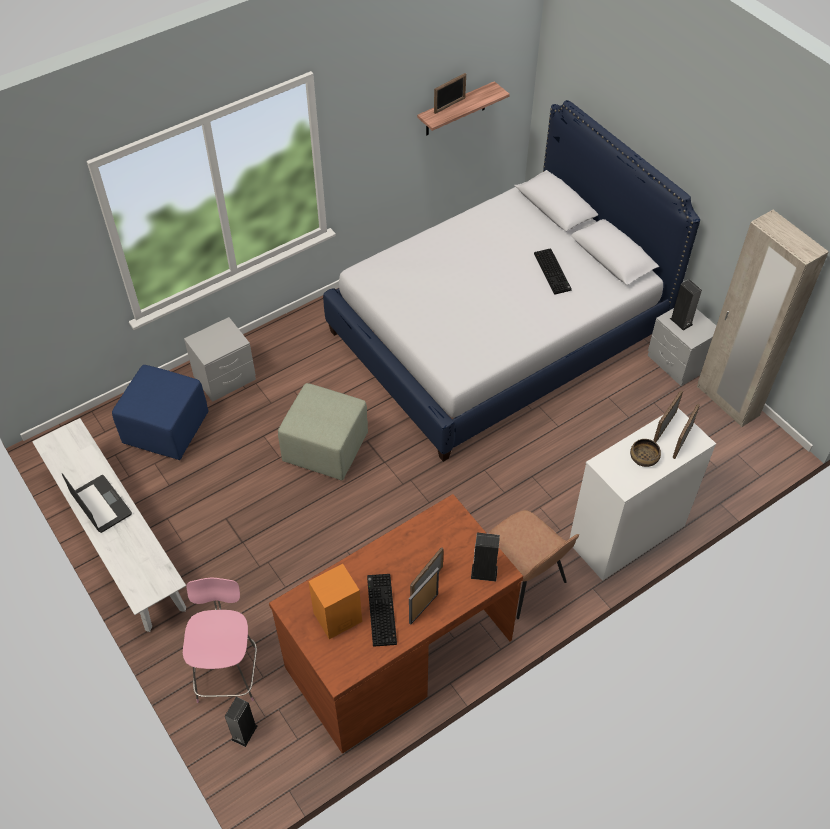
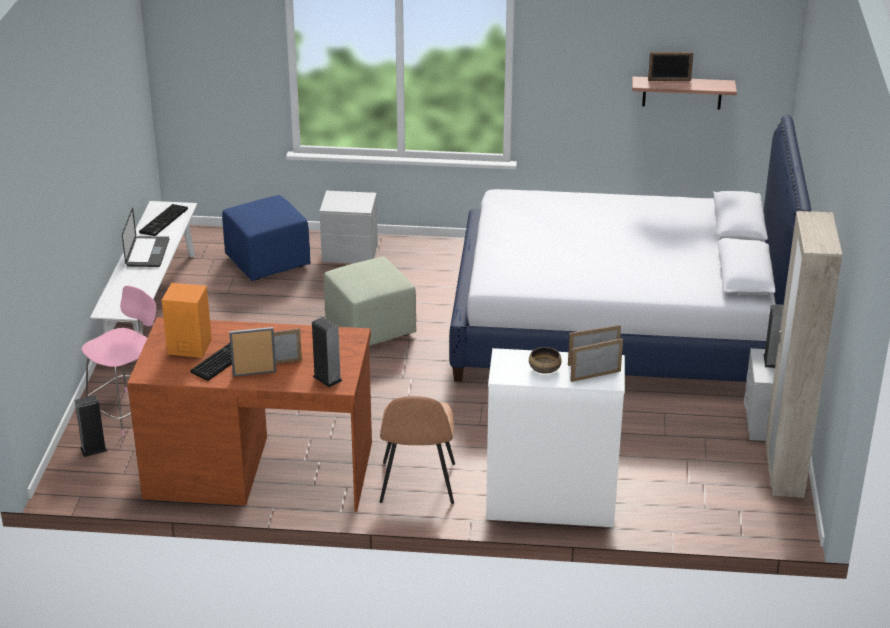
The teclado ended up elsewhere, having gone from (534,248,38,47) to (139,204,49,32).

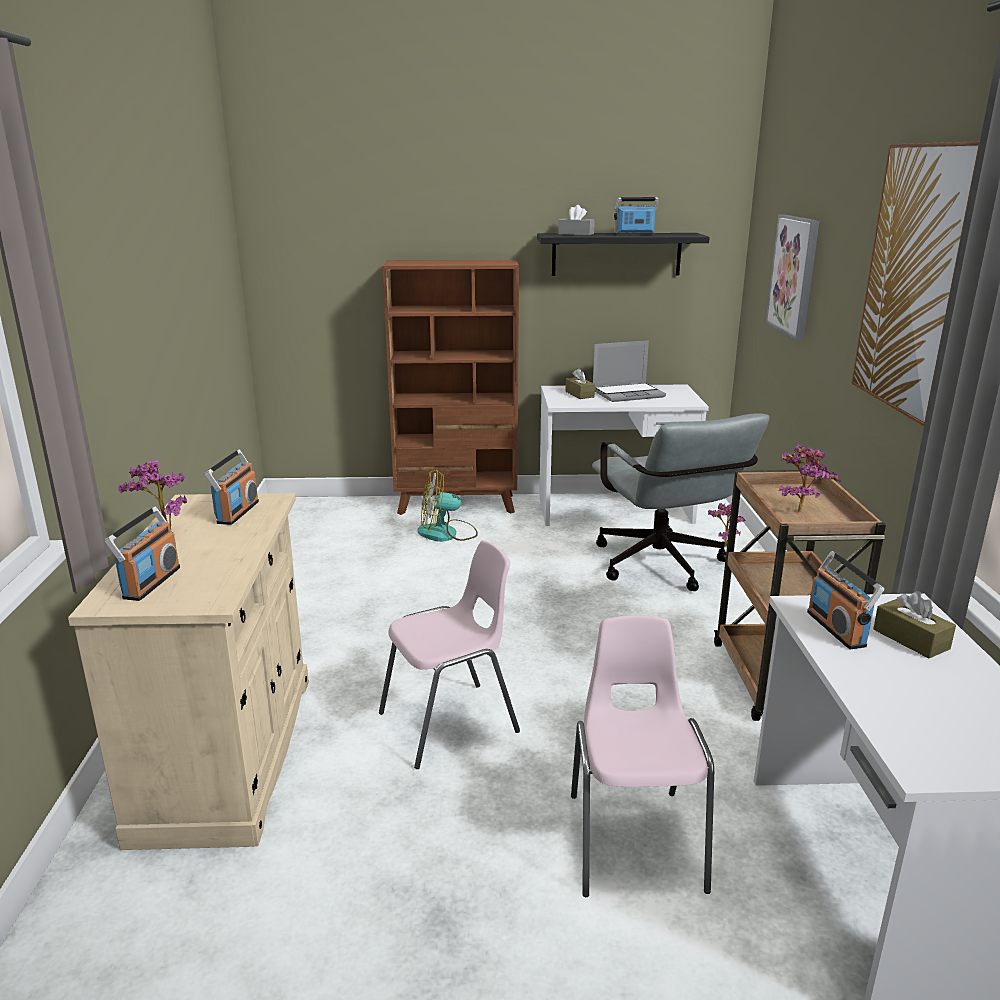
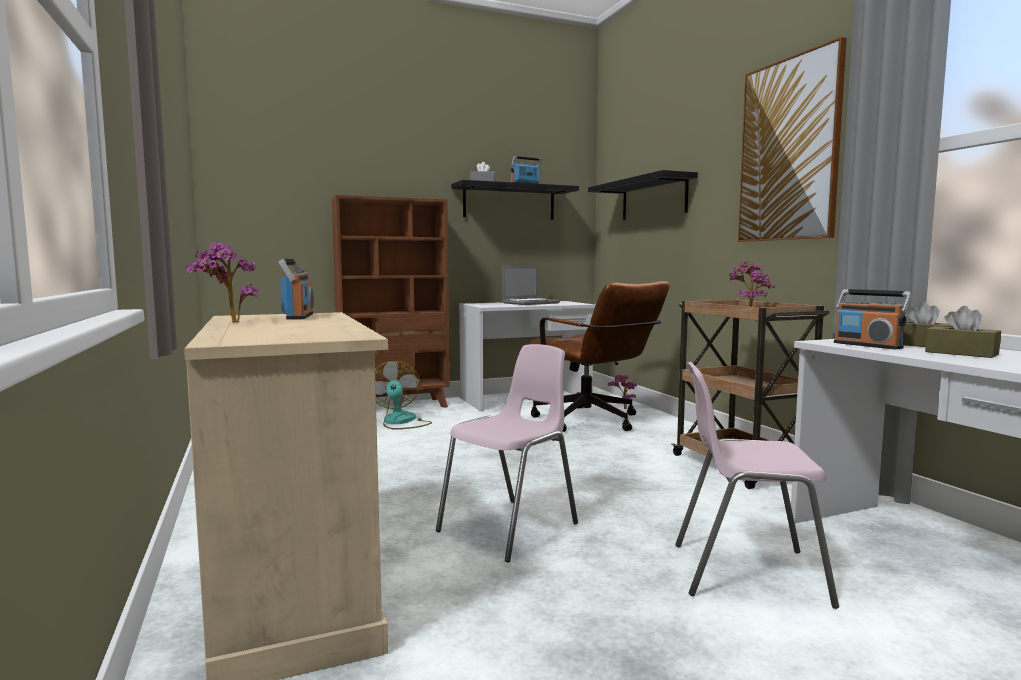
The ventilador at (417,470,61,72) ended up facing another way, 105 degrees clockwise from before.
What was the silla de oficina (gris) at (592,413,177,178) turned into the silla de oficina (marrón) at (526,281,144,151).
Where the cuadro hung at (766,215,54,125), the estante (negro) came to hang at (588,170,110,50).
The silla (rosa) at (571,615,143,282) ended up facing another way, 60 degrees counterclockwise from before.
The caja de pañuelos (marrón) ended up elsewhere, having gone from (565,368,30,31) to (925,306,76,52).
The second view lost the radio at (105,507,75,94).

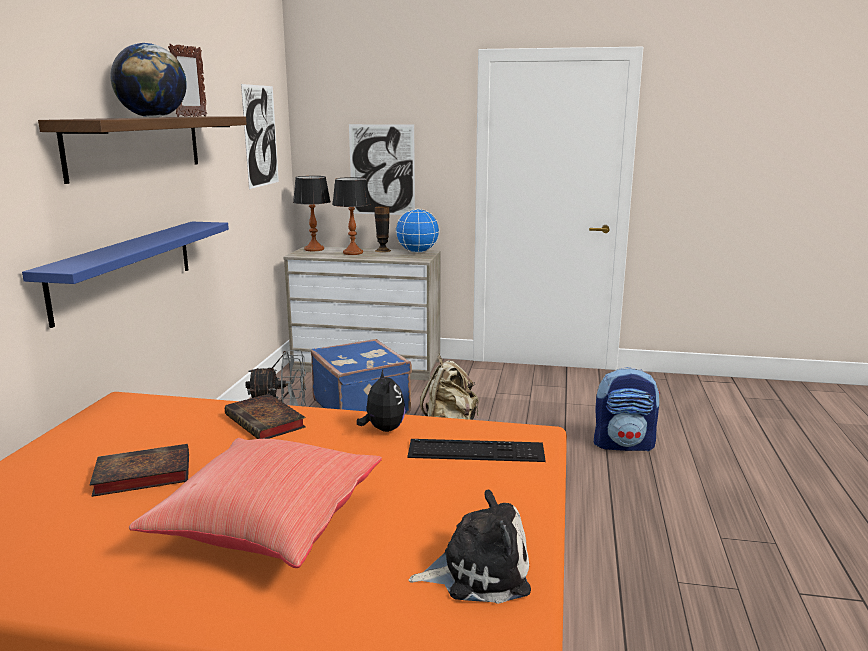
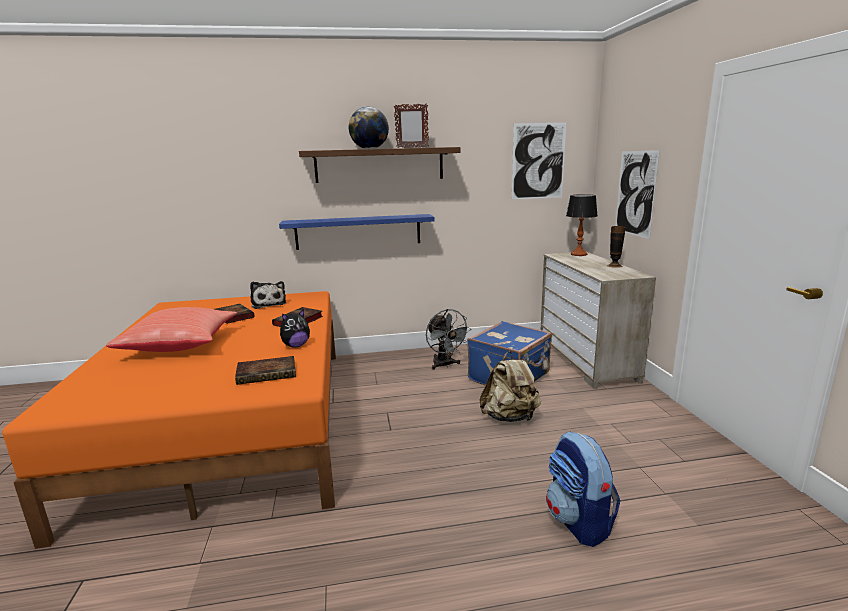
Where the teclado stood at (407,439,139,23), the libro came to stand at (235,356,61,29).
The peluche ended up elsewhere, having gone from (408,490,123,114) to (250,281,36,28).
The second view lost the lámpara de mesa at (332,177,38,78).
The second view lost the globo terráqueo at (396,209,44,44).

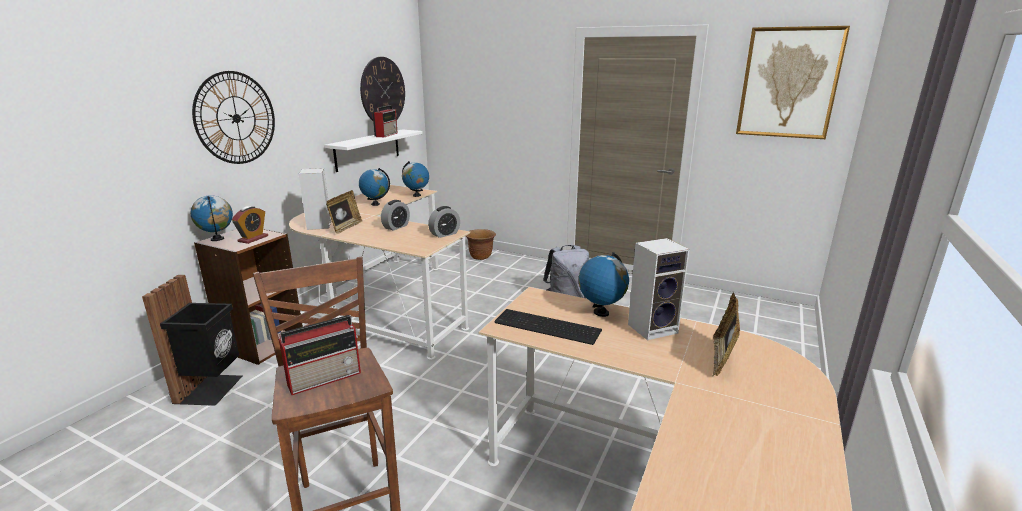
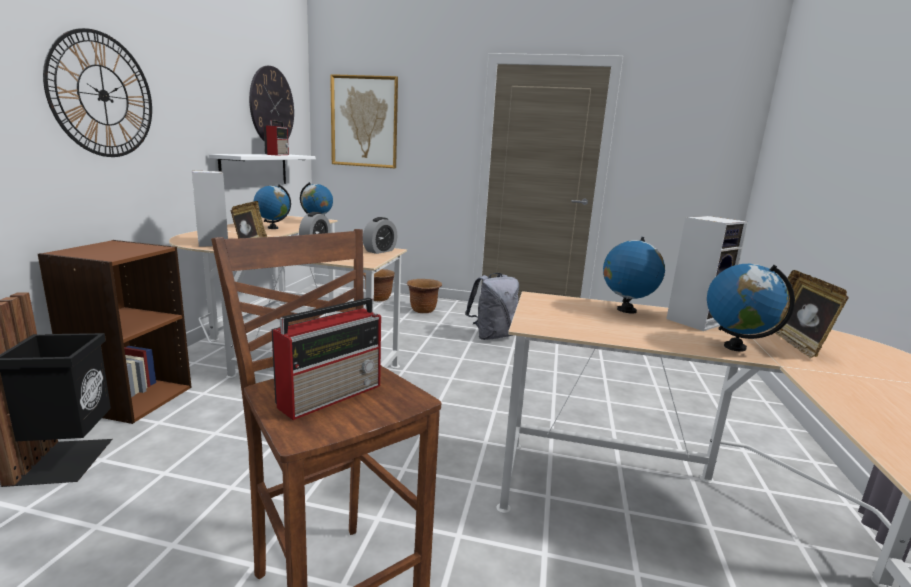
The cuadro ended up elsewhere, having gone from (736,26,114,113) to (330,74,68,94).
The second view gained the maceta (marrón) at (407,279,35,34).
The globo terráqueo ended up elsewhere, having gone from (191,195,42,46) to (707,264,88,88).
The second view lost the despertador at (232,206,36,38).
The second view lost the teclado at (495,309,107,36).

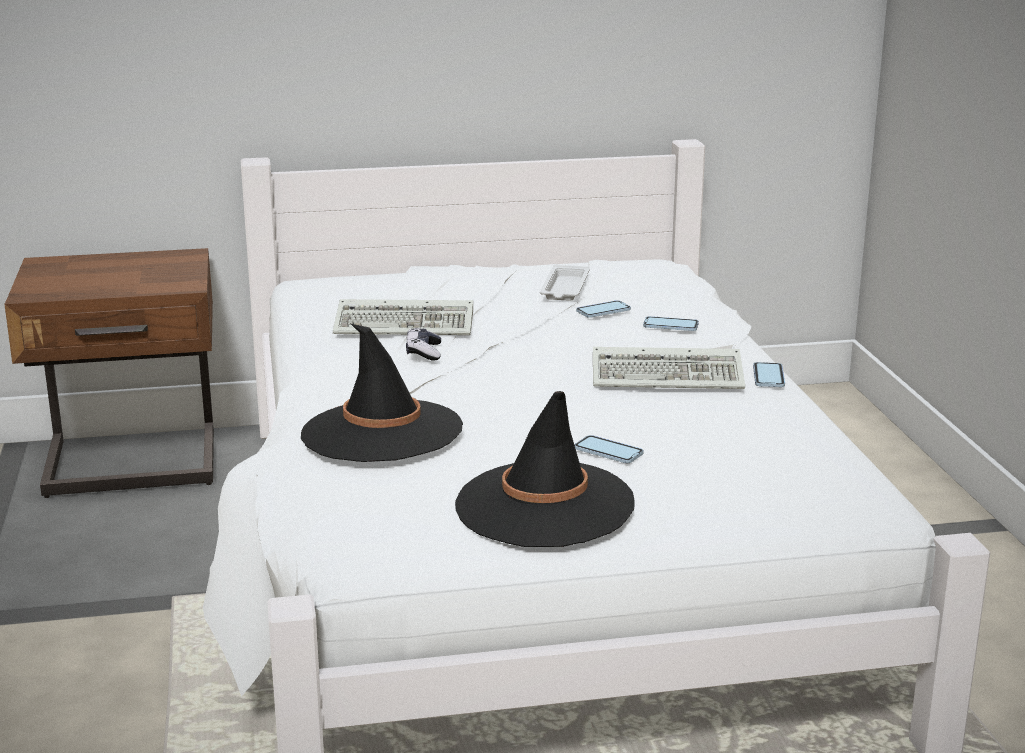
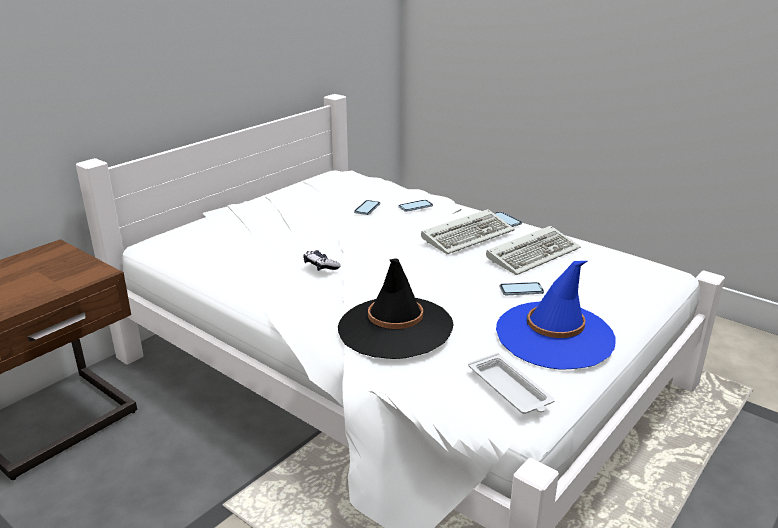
The bandeja (blanco) ended up elsewhere, having gone from (540,265,50,36) to (468,353,87,61).
The teclado ended up elsewhere, having gone from (333,299,140,36) to (486,226,95,49).
What was the sombrero (negro) at (455,391,179,156) turned into the sombrero (azul) at (496,261,120,109).

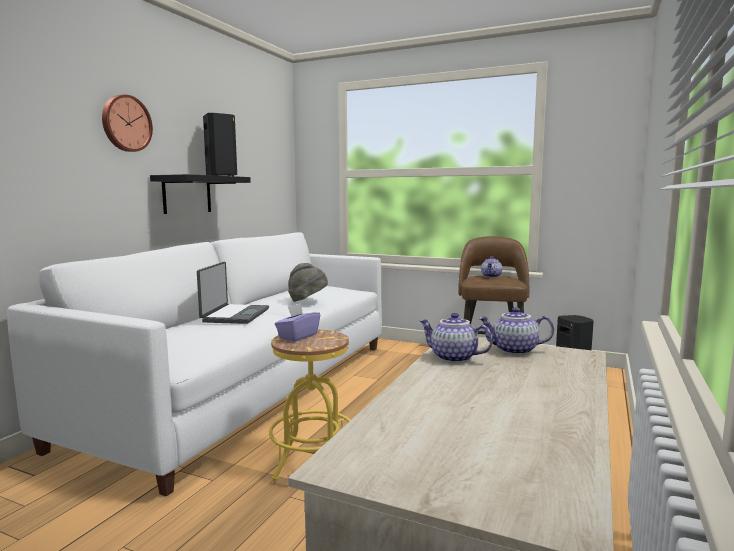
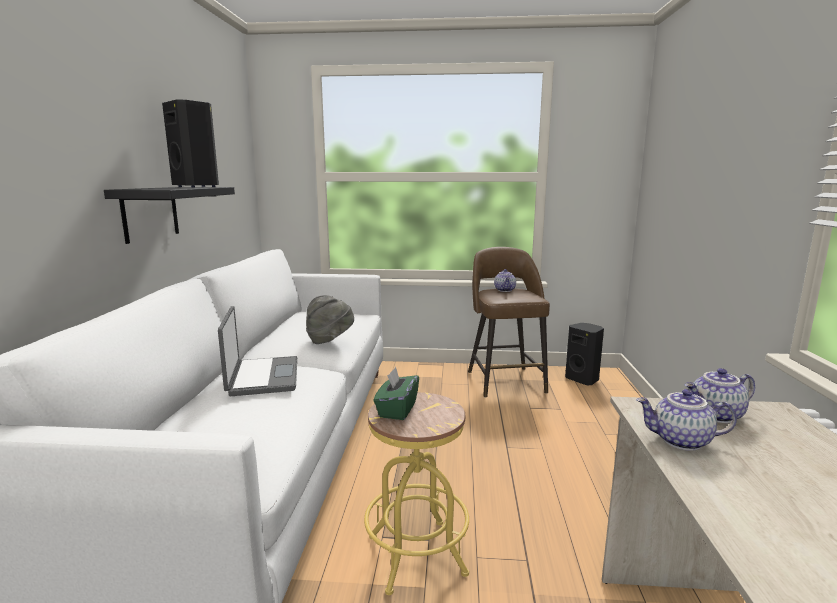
What was the caja de pañuelos (morado) at (275,303,45,39) turned into the caja de pañuelos (verde) at (373,367,46,53).
The second view lost the reloj de pared at (102,95,51,57).

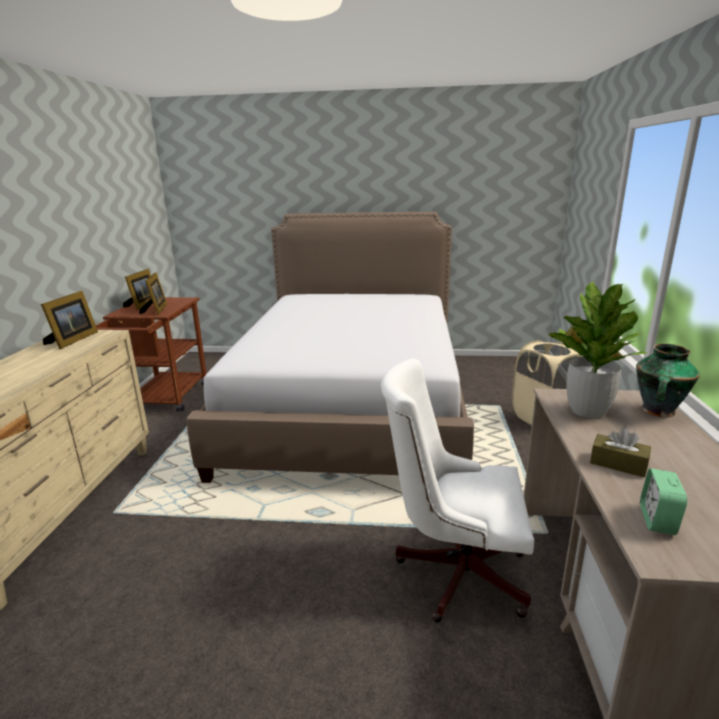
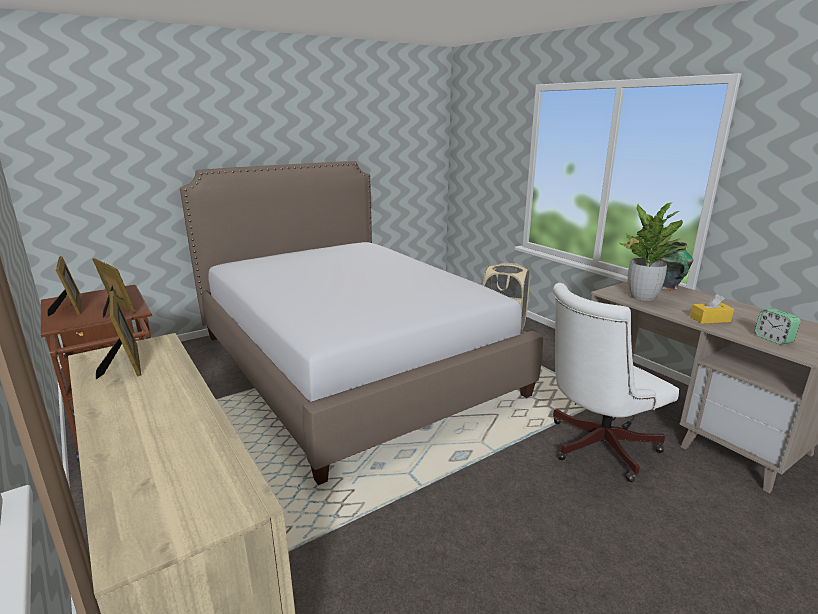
What was the caja de pañuelos (marrón) at (590,428,61,49) turned into the caja de pañuelos (amarillo) at (690,294,44,30).

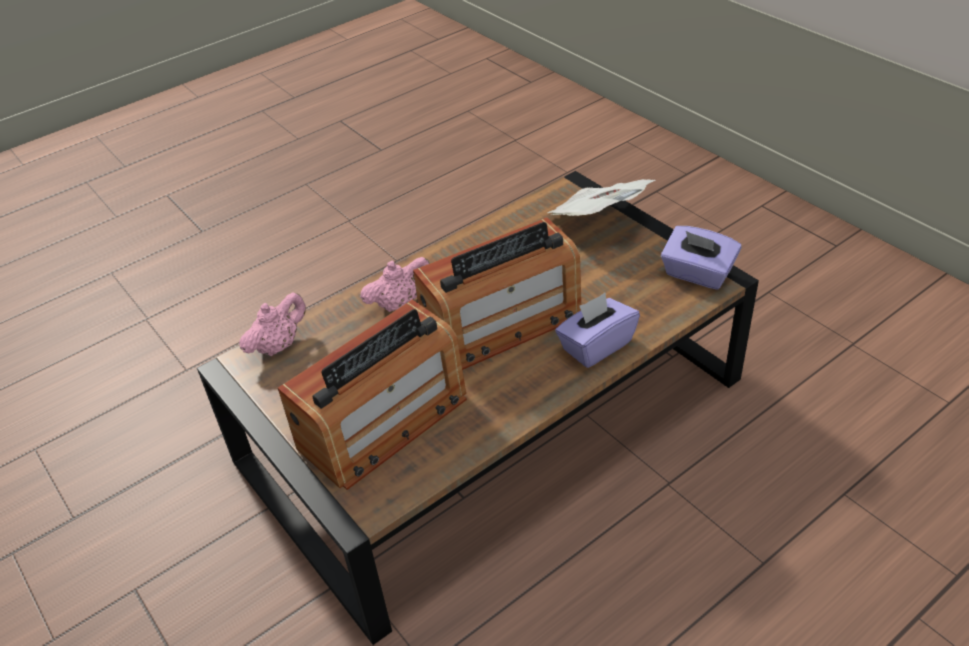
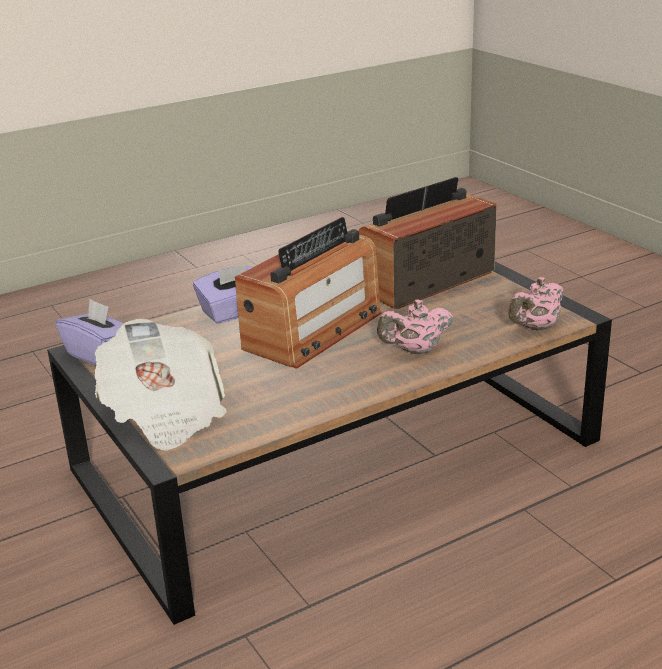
The radio at (413,217,168,153) ended up facing another way, 150 degrees clockwise from before.

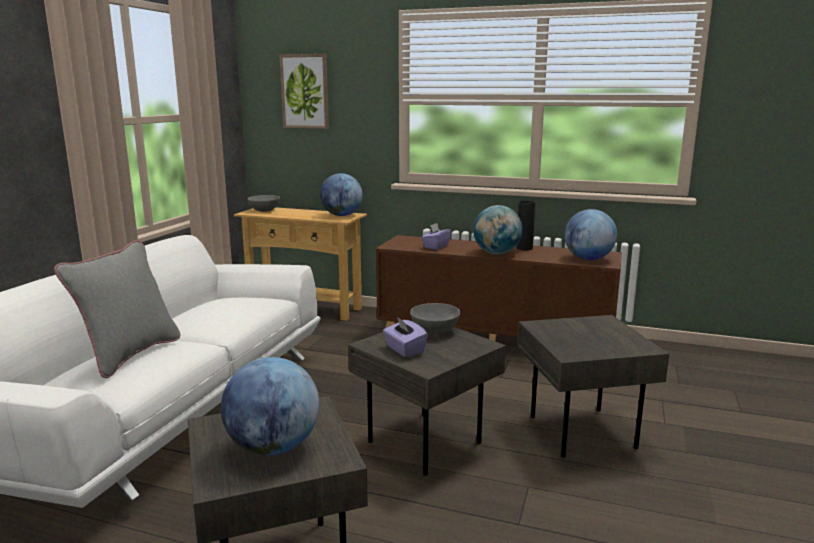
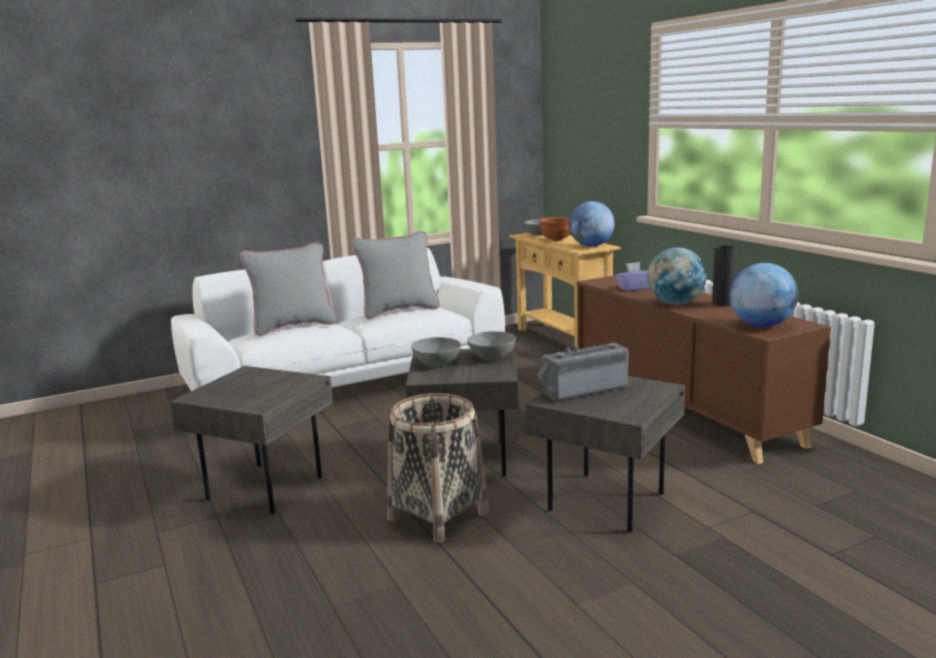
The second view gained the cojín (gris) at (351,231,89,88).
The second view gained the cesta at (387,393,102,150).
Where the caja de pañuelos (morado) stood at (383,317,45,41), the cuenco (gris) came to stand at (411,337,50,30).
The second view gained the radio at (537,342,91,59).
The second view gained the cuenco (marrón) at (539,217,32,24).
The second view lost the globo terráqueo at (221,357,98,99).
The second view lost the cuadro at (279,54,50,75).

